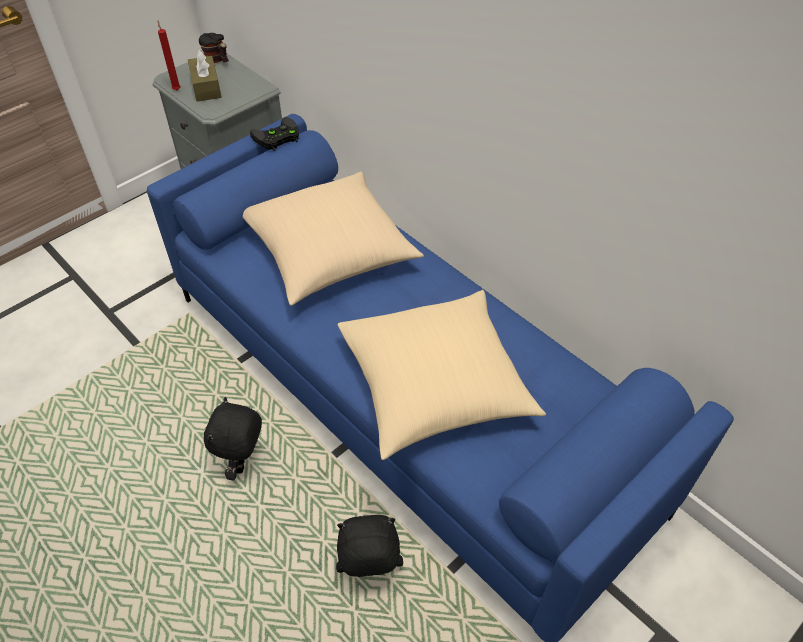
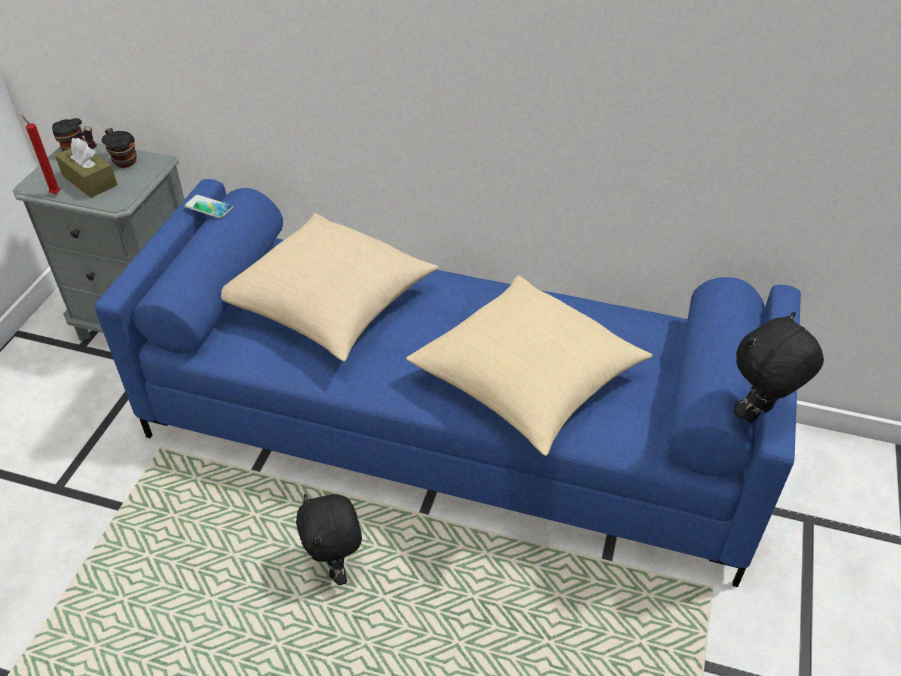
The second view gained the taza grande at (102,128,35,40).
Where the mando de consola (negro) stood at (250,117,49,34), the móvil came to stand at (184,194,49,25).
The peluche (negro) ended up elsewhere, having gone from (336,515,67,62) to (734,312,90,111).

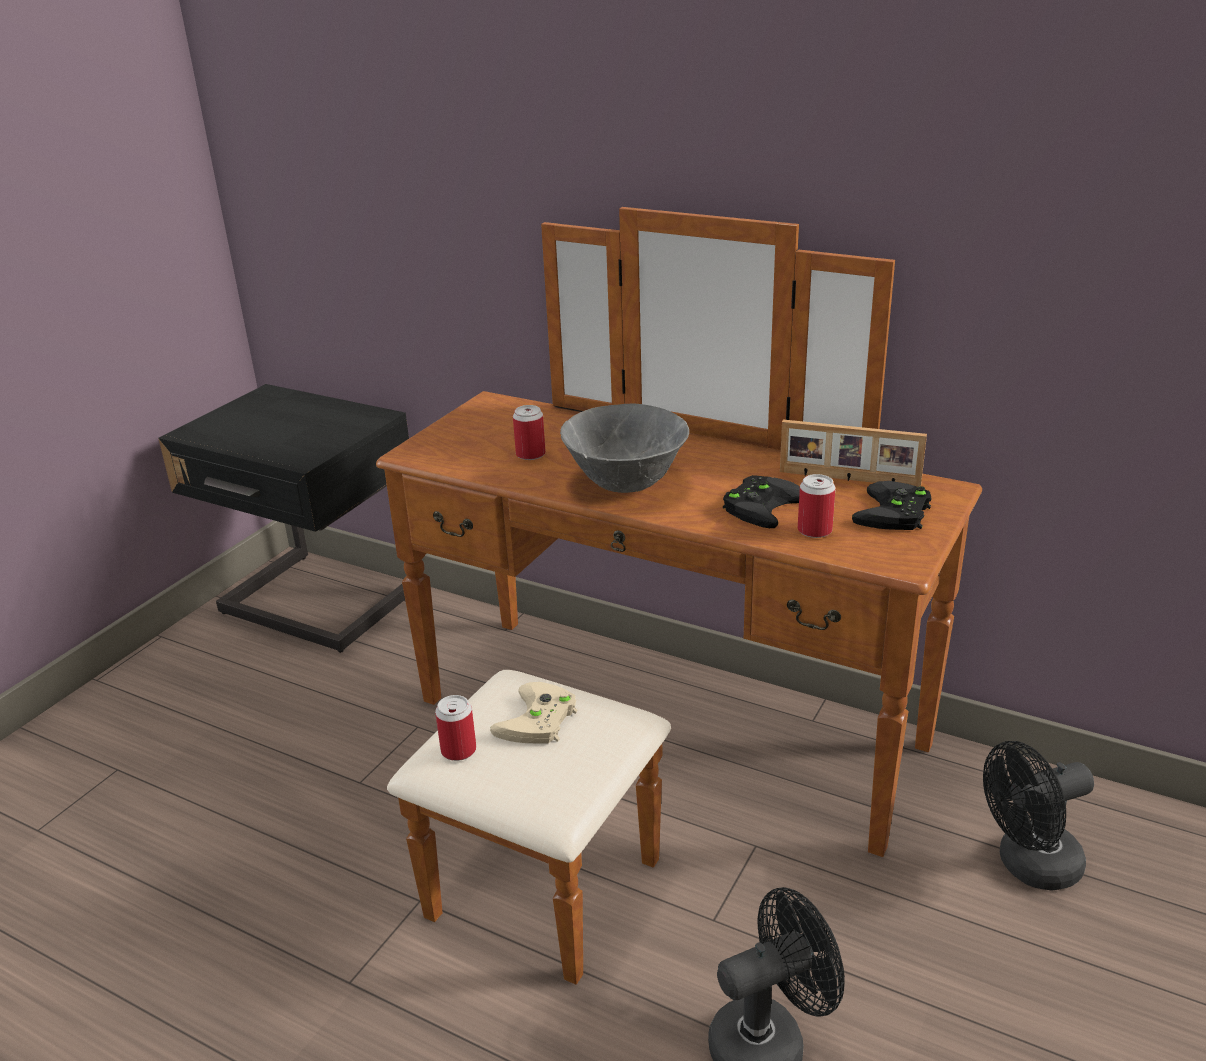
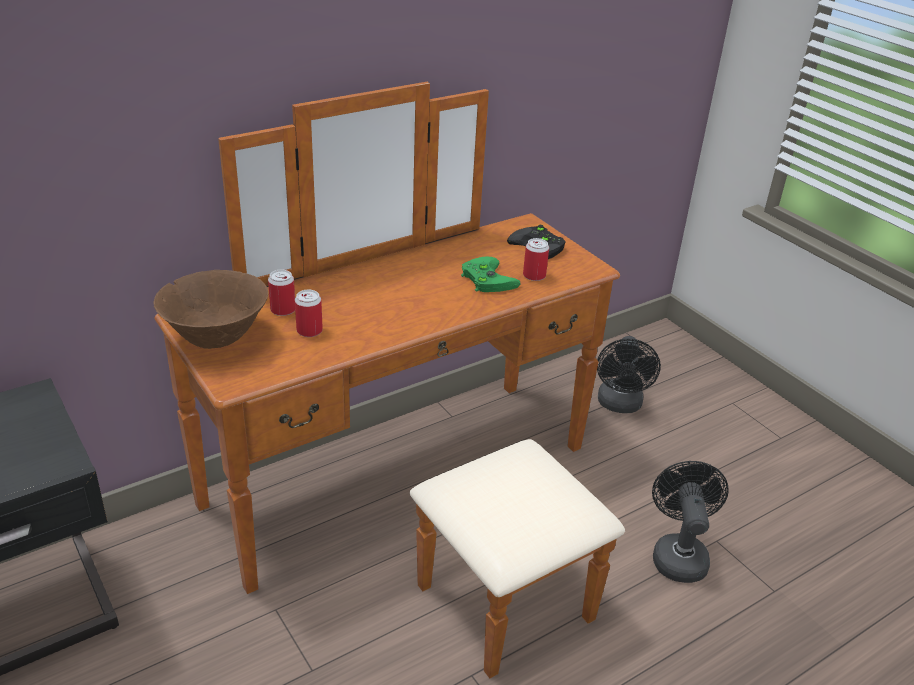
The second view gained the cuenco (marrón) at (153,270,115,79).
The lata ended up elsewhere, having gone from (435,695,41,66) to (268,270,27,46).
What was the mando de consola (negro) at (723,475,77,53) turned into the mando de consola (verde) at (461,256,59,36).
The second view lost the mando de consola (beis) at (490,682,87,62).
The second view lost the cuenco (gris) at (560,403,129,90).
The second view lost the portarretratos at (780,420,147,67).

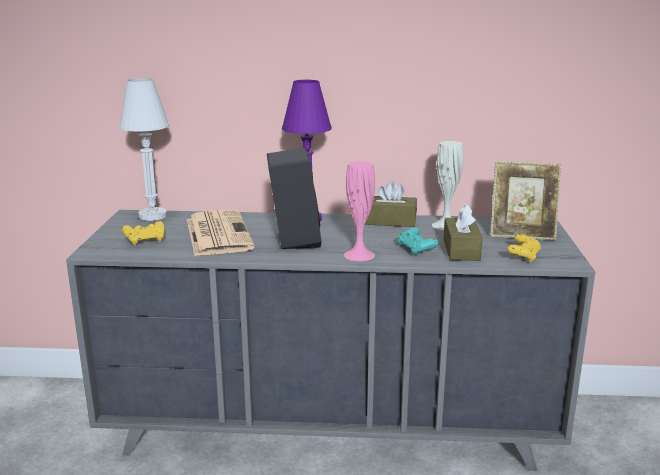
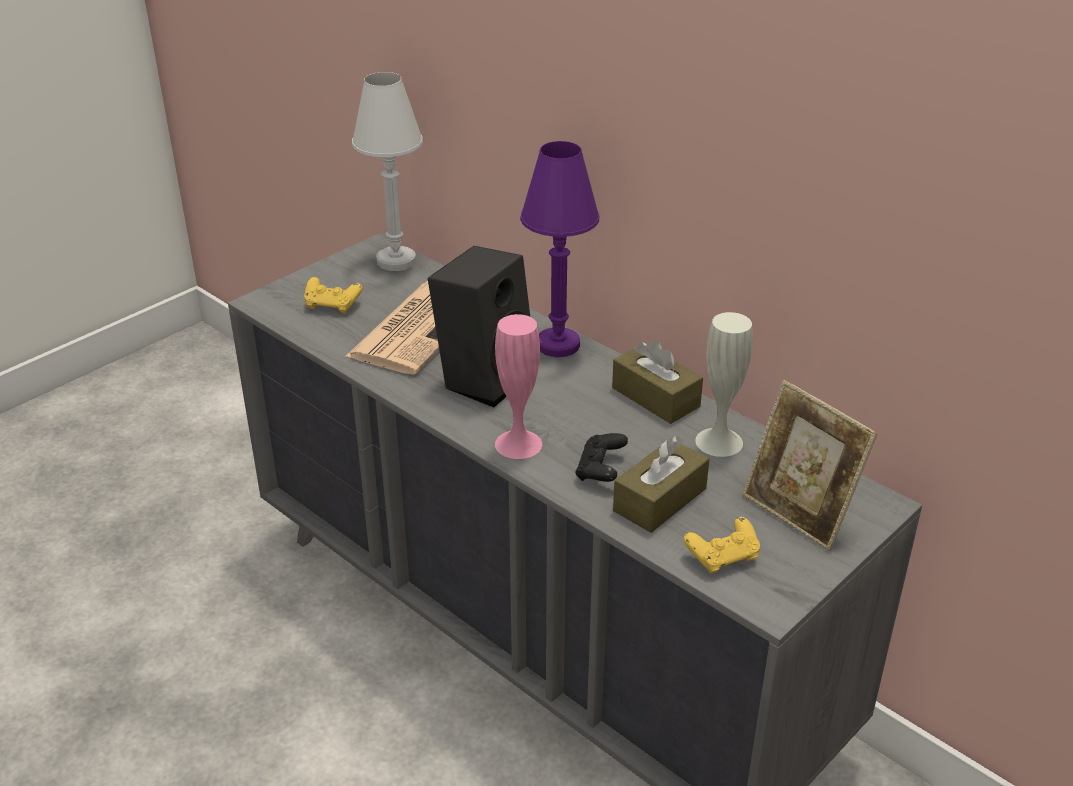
What was the mando de consola (turquesa) at (398,228,41,28) turned into the mando de consola (negro) at (575,433,53,49).

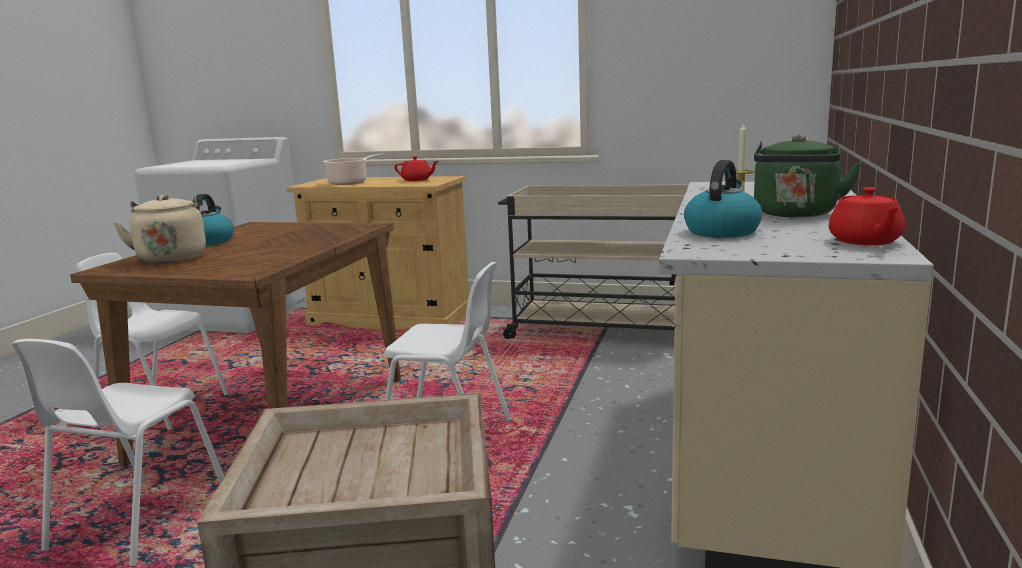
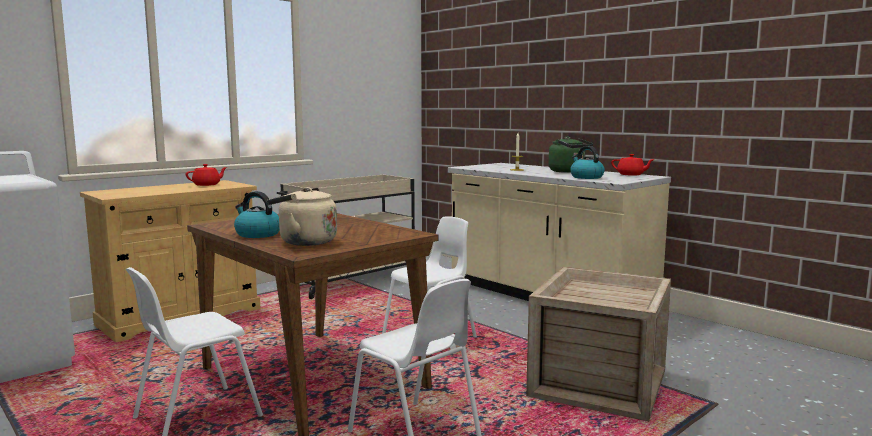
The second view lost the olla at (323,153,62,32).

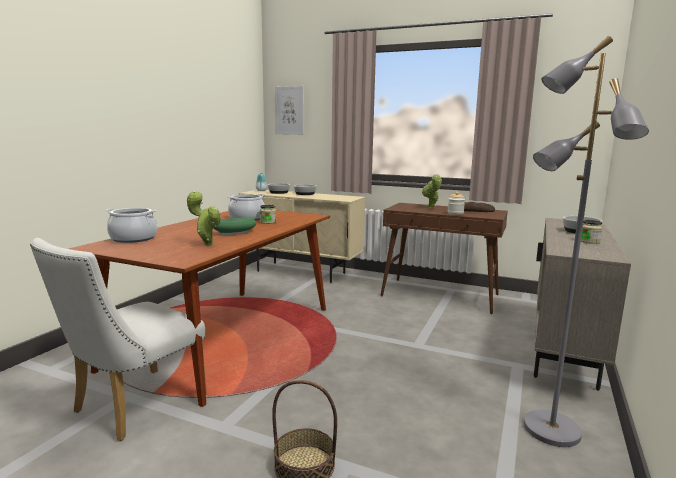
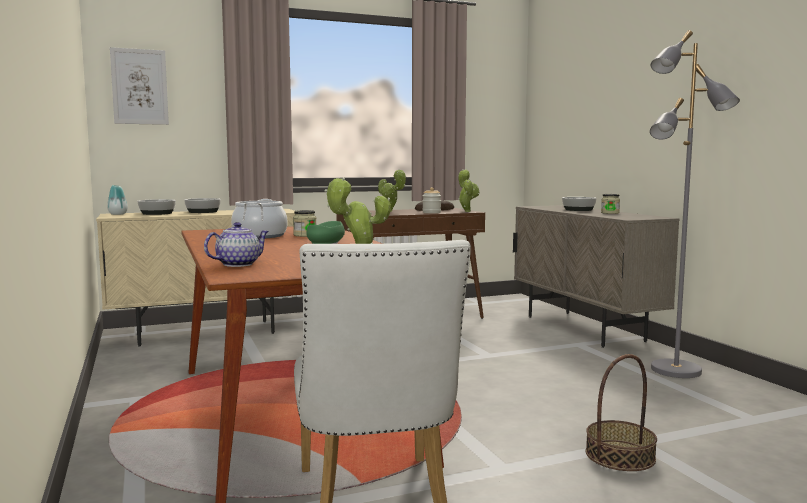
Where the olla stood at (105,208,52,35), the tetera came to stand at (204,222,65,45).
The second view gained the planta en maceta at (458,169,22,43).

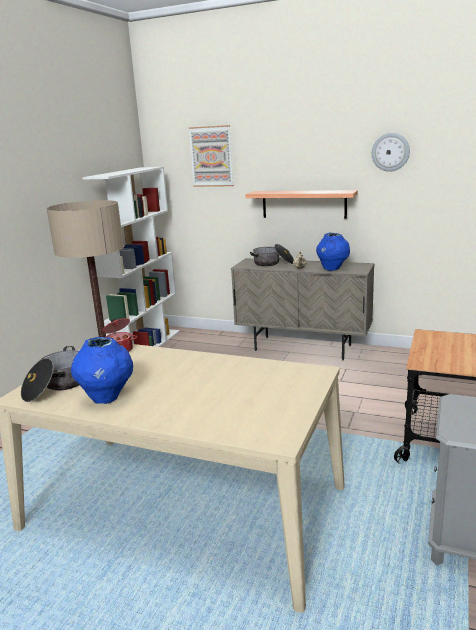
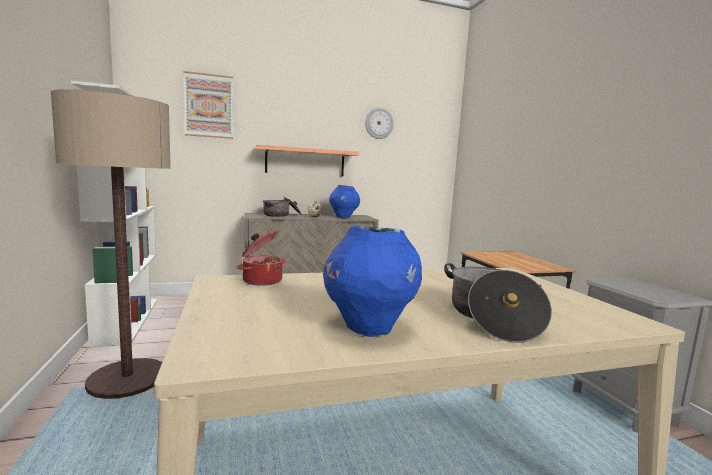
The olla ended up elsewhere, having gone from (21,346,58,56) to (444,263,108,80).

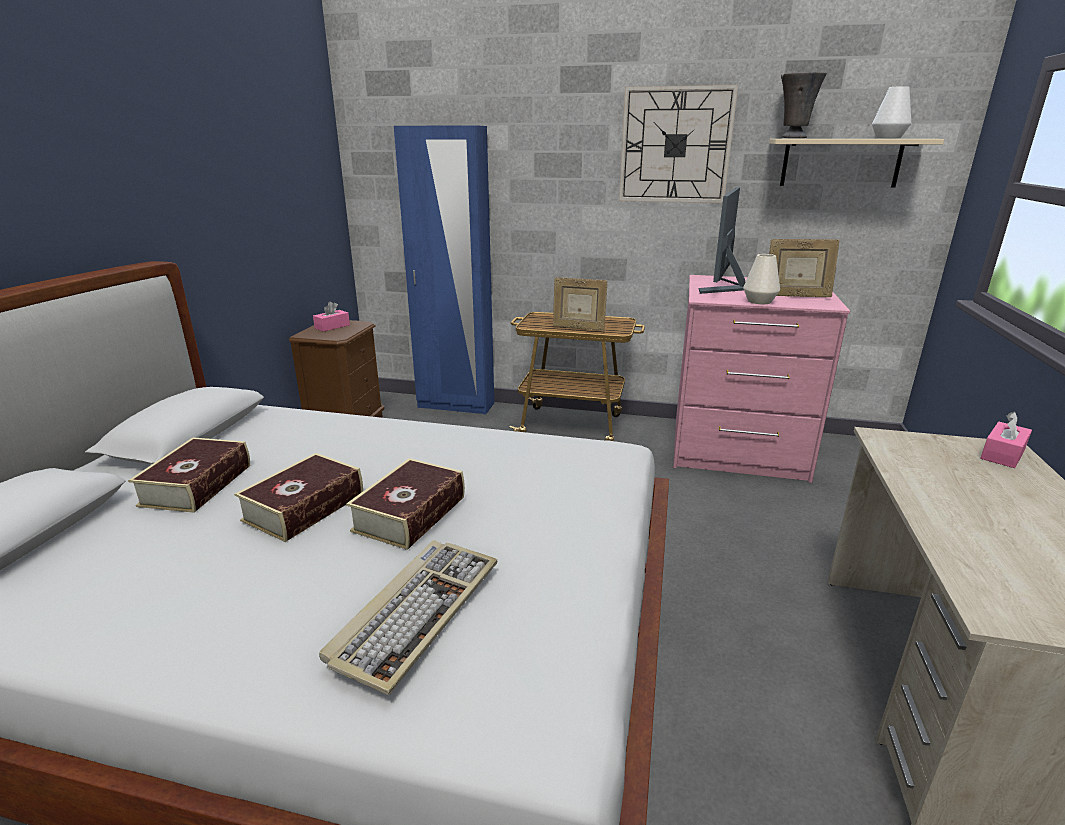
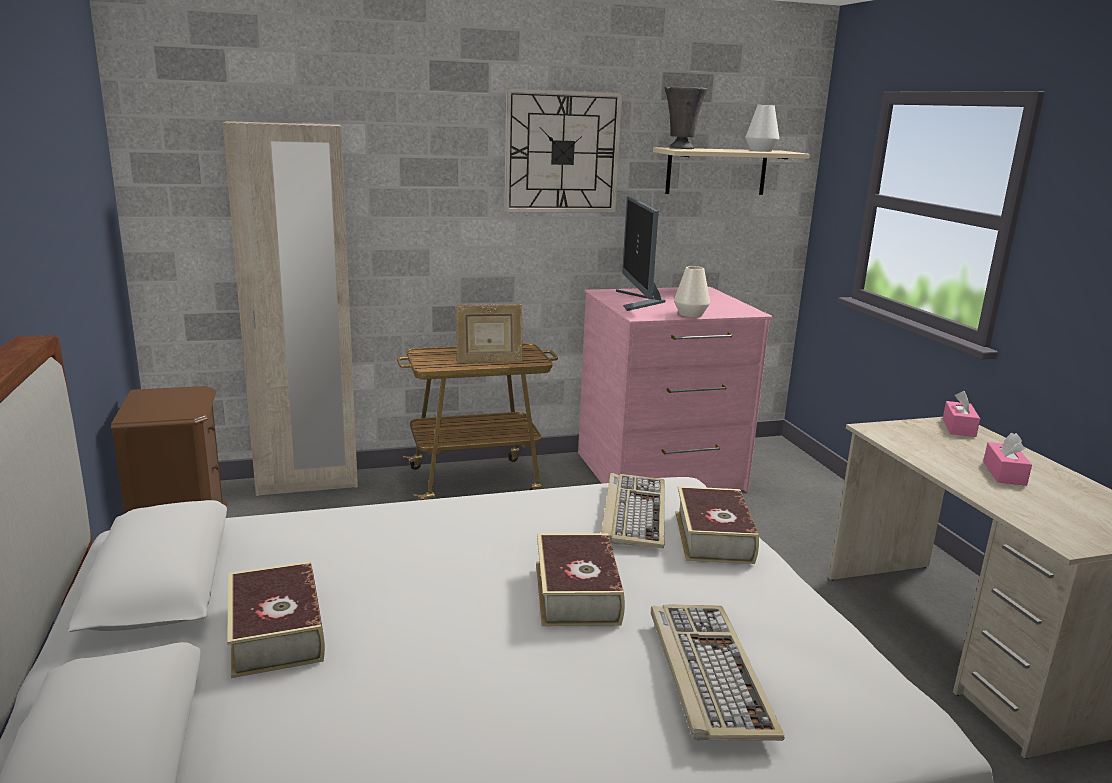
What was the armario ropero (azul) at (394,125,100,289) turned into the armario ropero (beis) at (223,121,135,375).
The second view gained the teclado at (601,473,64,76).
The libro ended up elsewhere, having gone from (234,453,129,89) to (675,486,84,78).
The caja de pañuelos (rosa) ended up elsewhere, having gone from (313,301,37,31) to (983,433,49,53).
The second view lost the portarretratos at (769,239,70,58).

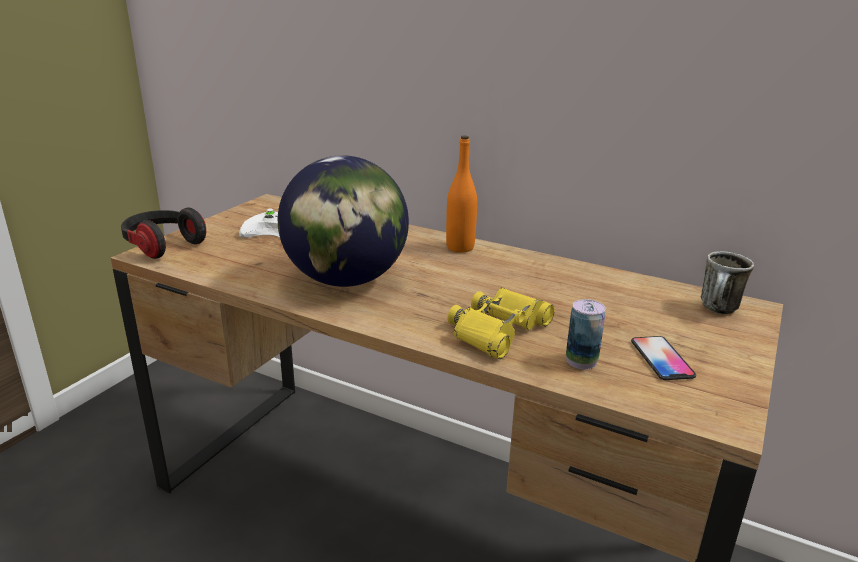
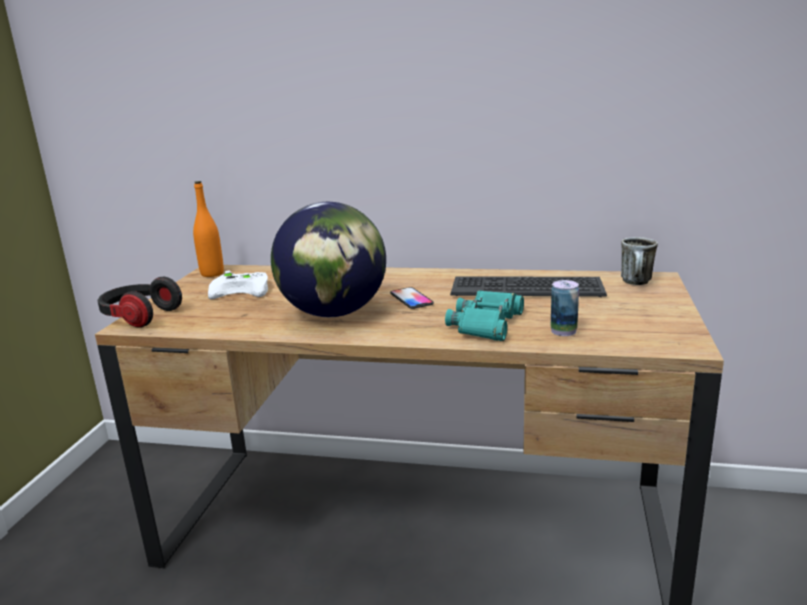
The botella (naranja) ended up elsewhere, having gone from (446,136,31,117) to (193,181,31,96).
The móvil ended up elsewhere, having gone from (631,336,65,44) to (390,287,44,22).
What was the prismáticos (amarillo) at (448,287,107,72) turned into the prismáticos (turquesa) at (445,290,79,51).
The second view gained the teclado at (450,276,157,21).

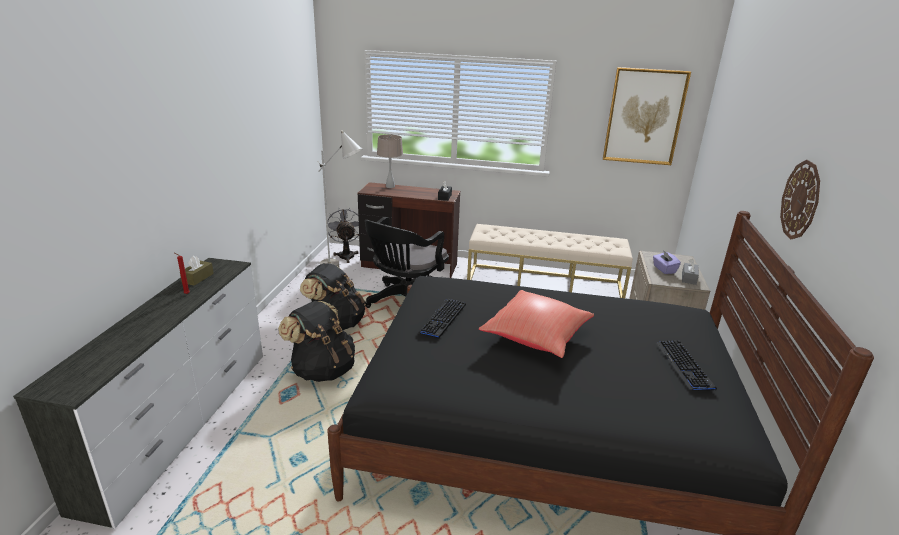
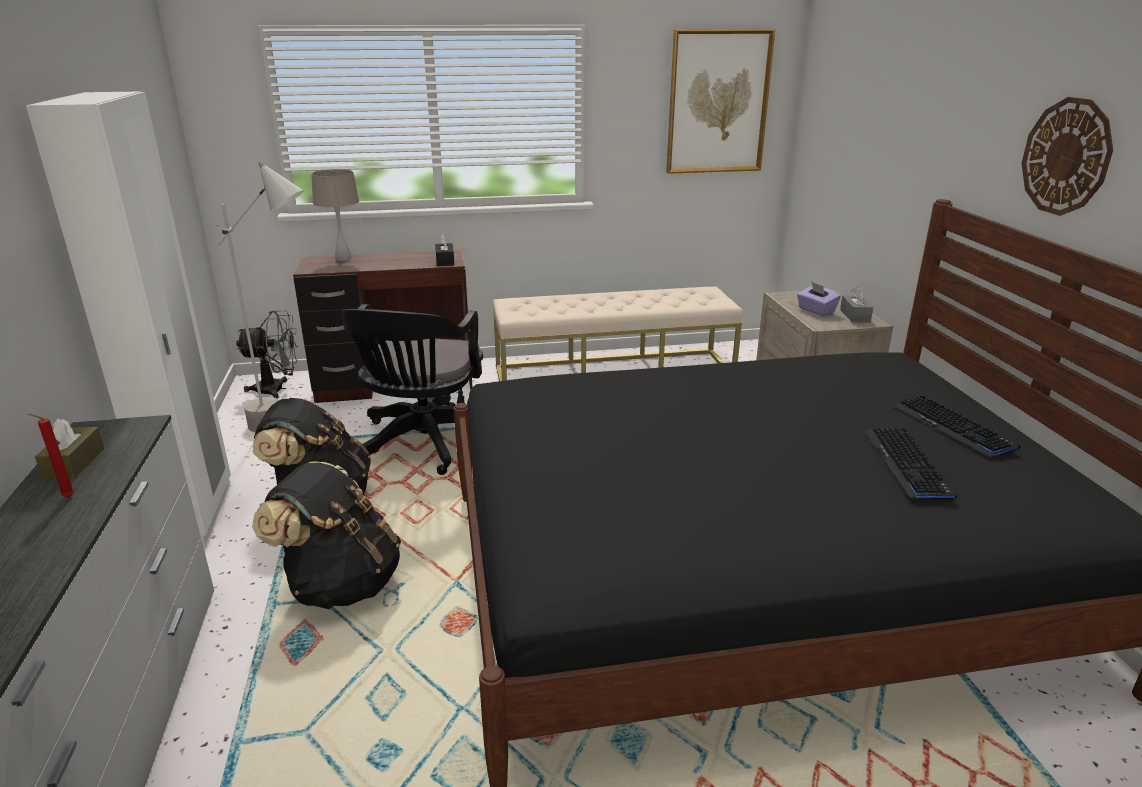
The second view gained the armario ropero (blanco) at (26,91,205,457).
The ventilador (gris) at (328,208,31,55) ended up facing another way, 120 degrees clockwise from before.
The teclado ended up elsewhere, having gone from (417,299,49,39) to (865,427,92,73).
The second view lost the cojín (rojo) at (479,290,115,68).

